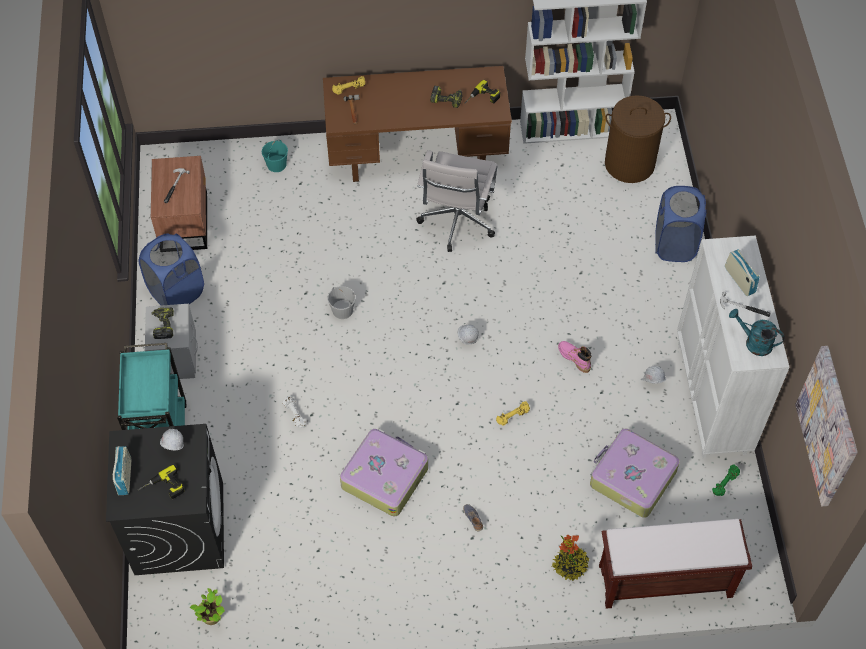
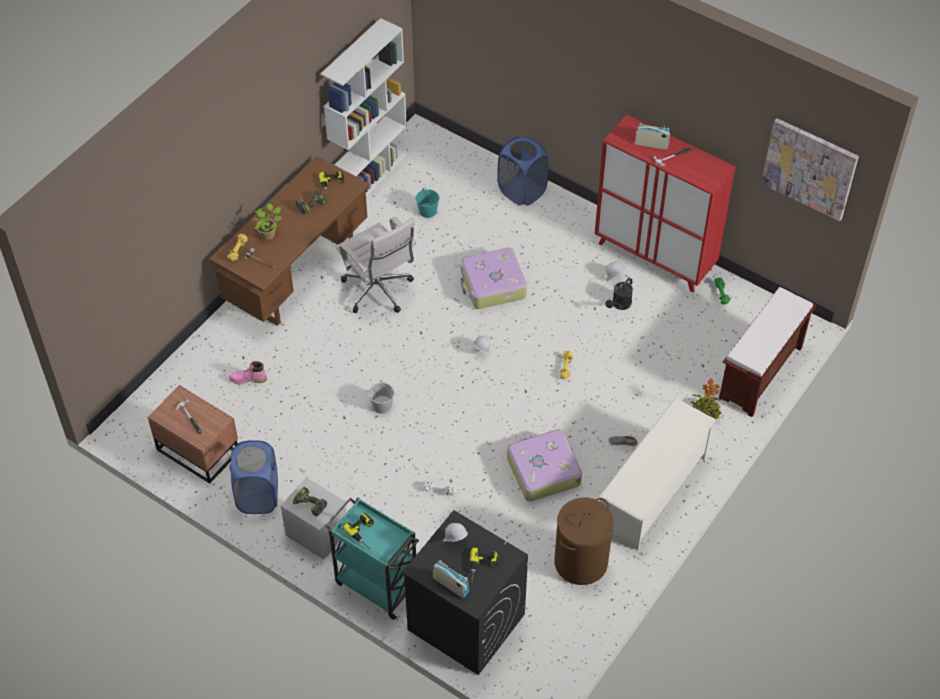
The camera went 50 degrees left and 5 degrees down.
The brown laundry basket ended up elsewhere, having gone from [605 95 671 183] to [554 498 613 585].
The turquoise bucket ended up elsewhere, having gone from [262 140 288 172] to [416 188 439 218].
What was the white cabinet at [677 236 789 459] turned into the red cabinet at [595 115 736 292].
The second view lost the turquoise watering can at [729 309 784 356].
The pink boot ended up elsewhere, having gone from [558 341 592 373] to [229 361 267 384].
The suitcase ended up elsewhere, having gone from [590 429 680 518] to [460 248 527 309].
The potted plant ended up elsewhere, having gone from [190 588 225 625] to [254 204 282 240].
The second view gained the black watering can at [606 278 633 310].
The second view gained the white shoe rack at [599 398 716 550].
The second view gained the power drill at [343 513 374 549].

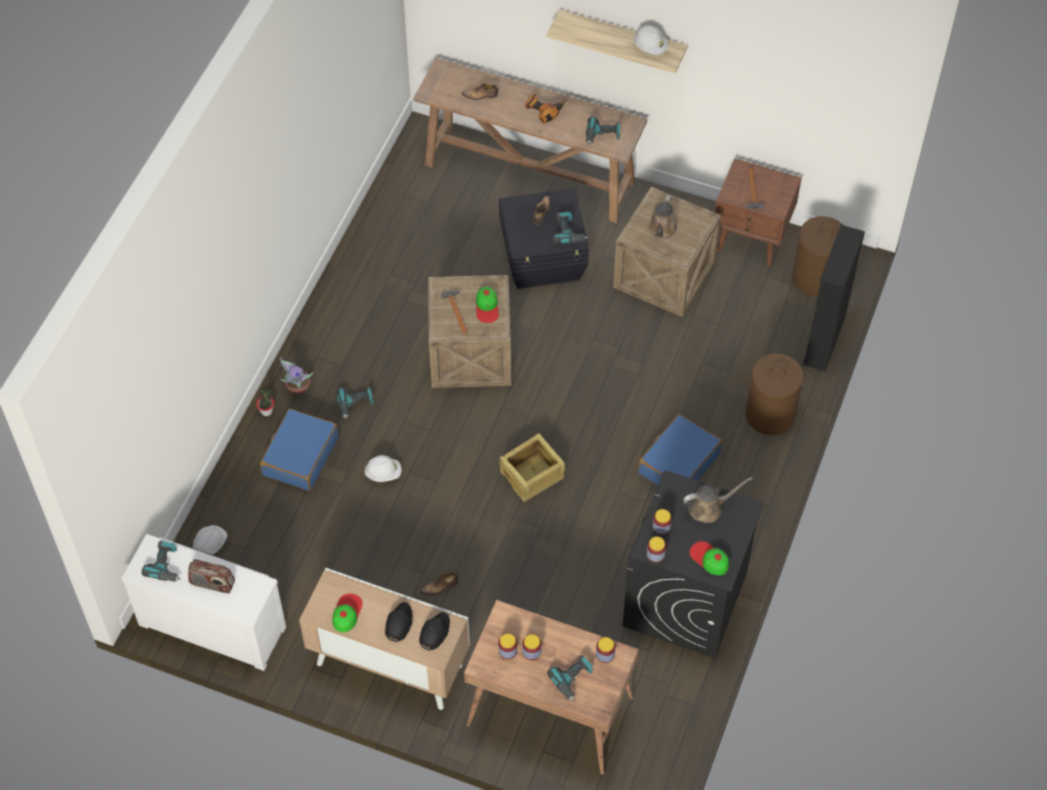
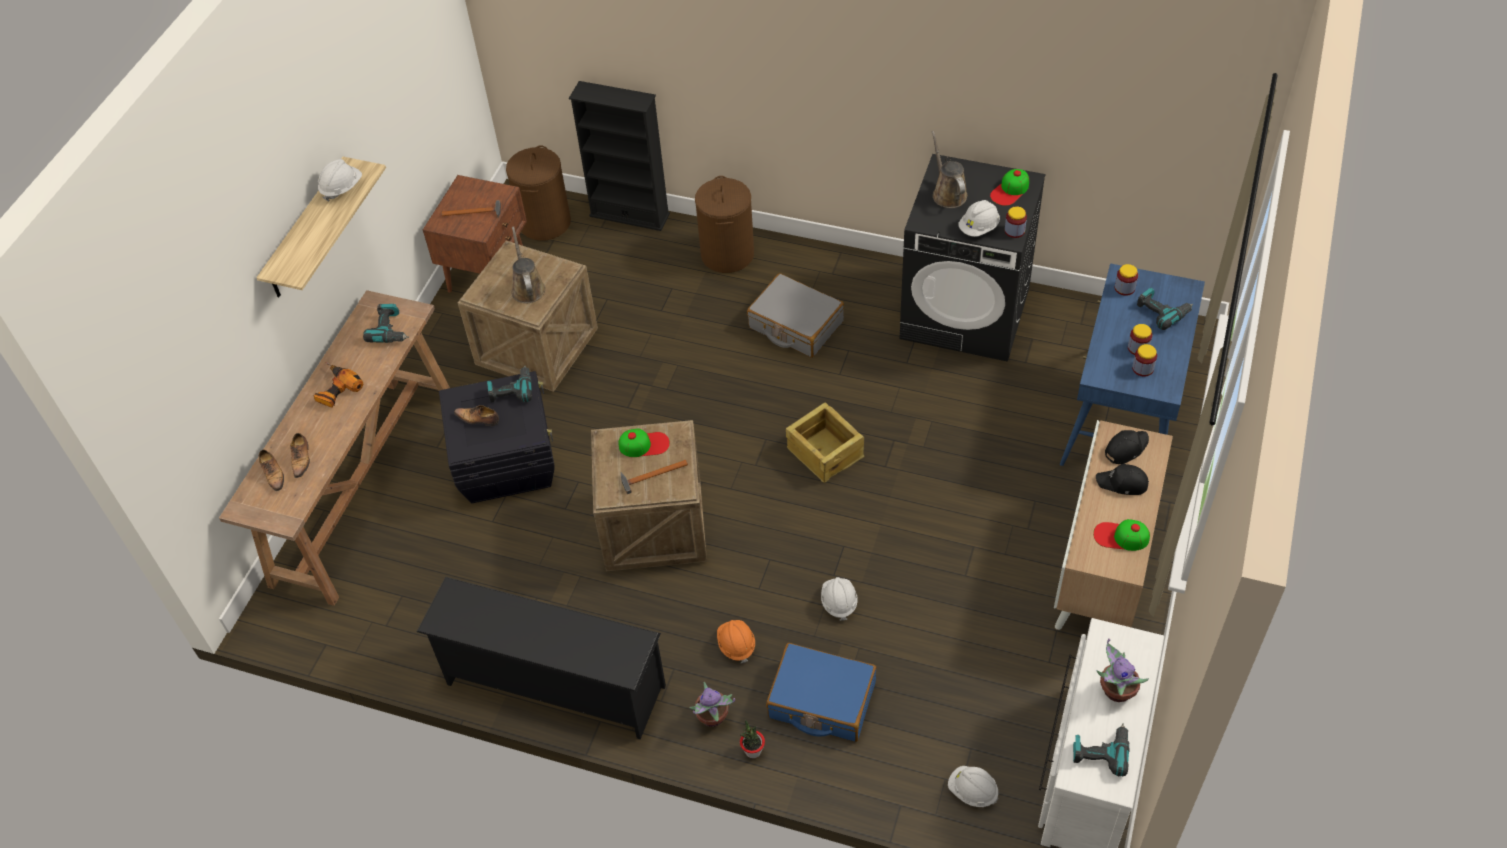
The camera went 90 degrees left and 5 degrees down.
The brown watering can at [649 195 677 239] ended up facing another way, 120 degrees counterclockwise from before.
Where the power drill stood at [336 387 374 419], the orange hard hat came to stand at [717 620 755 663].
What was the blue suitcase at [638 414 722 485] turned into the grey suitcase at [747 273 844 358].
Where the jar stood at [652 509 672 535], the white hard hat came to stand at [958 200 1000 237].
Where the radio stood at [188 559 235 593], the potted plant came to stand at [1096 639 1149 702].
The shoe ended up elsewhere, having gone from [420 573 458 595] to [259 450 284 491].
What was the brown desk at [464 600 638 775] turned into the blue desk at [1060 263 1205 466].
The black cap at [419 612 450 651] ended up facing another way, 120 degrees clockwise from before.
The second view gained the black shoe rack at [417 577 666 739].

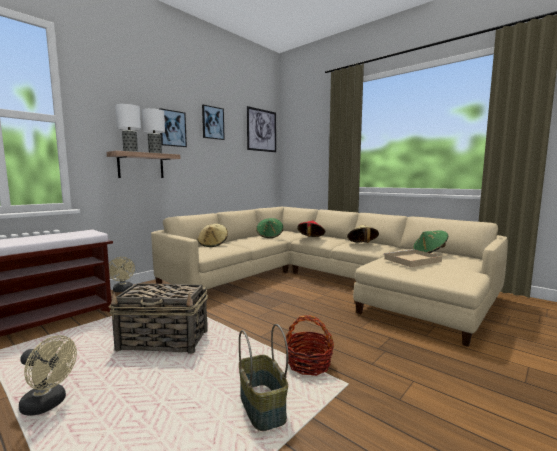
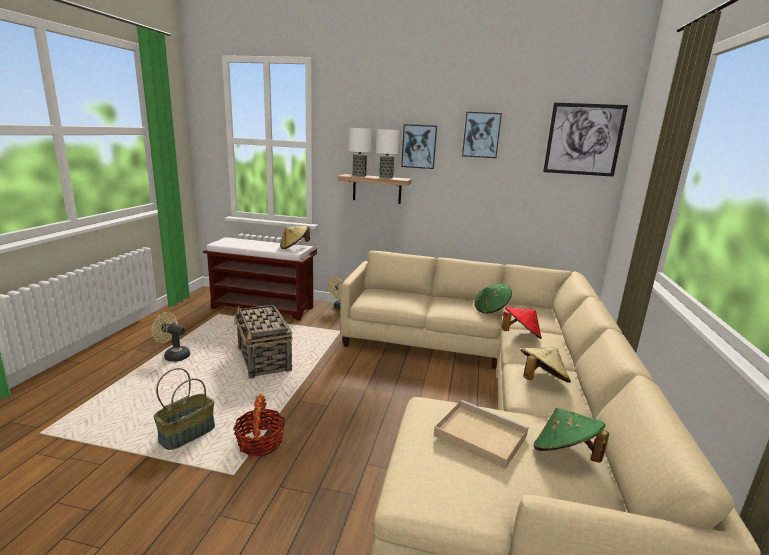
The camera went 60 degrees right and 10 degrees up.
The beige hat ended up elsewhere, having gone from [197 224 228 247] to [280 226 310 249].
The beige fan at [19 335 77 416] ended up facing another way, 120 degrees clockwise from before.

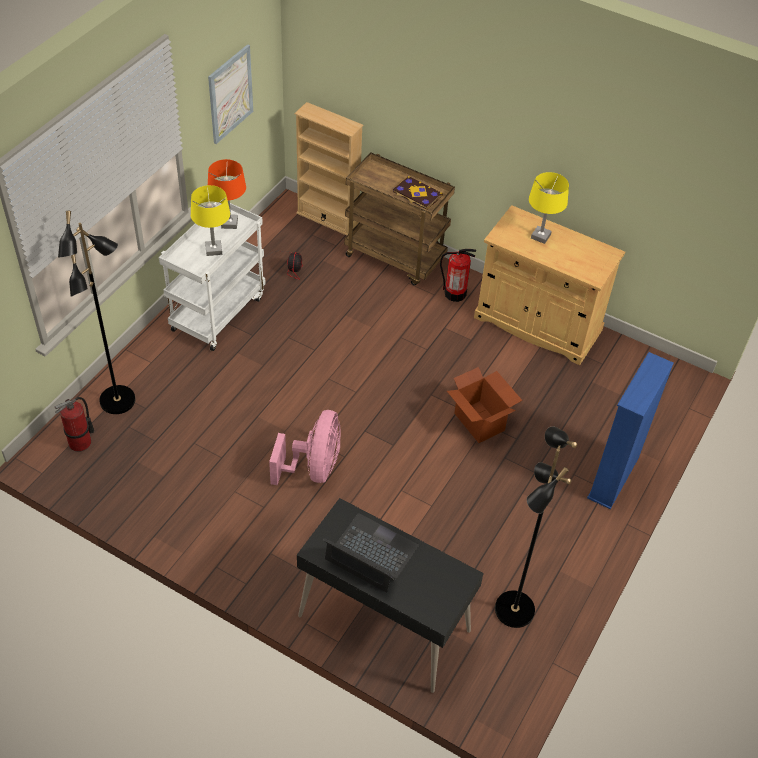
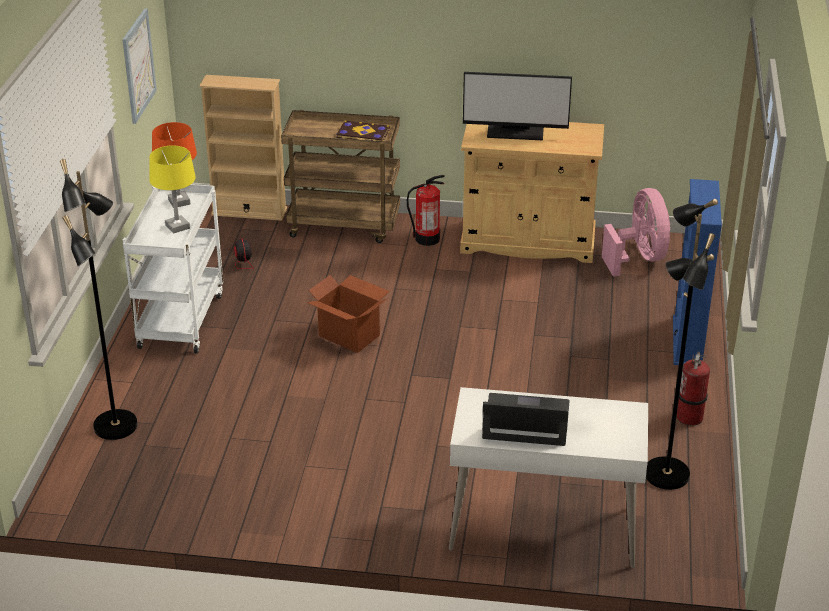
The camera went 20 degrees left and 15 degrees down.
Where the yellow table lamp stood at [529 172 569 244], the monitor came to stand at [463 72 572 141].
The cardboard box ended up elsewhere, having gone from [447 367 522 443] to [307 275 390 353].
The fire extinguisher ended up elsewhere, having gone from [55 397 94 452] to [677 351 710 426].
The pink fan ended up elsewhere, having gone from [269 410 341 485] to [602 188 671 277].
What was the black desk at [297 498 484 693] turned into the white desk at [449 387 648 568].

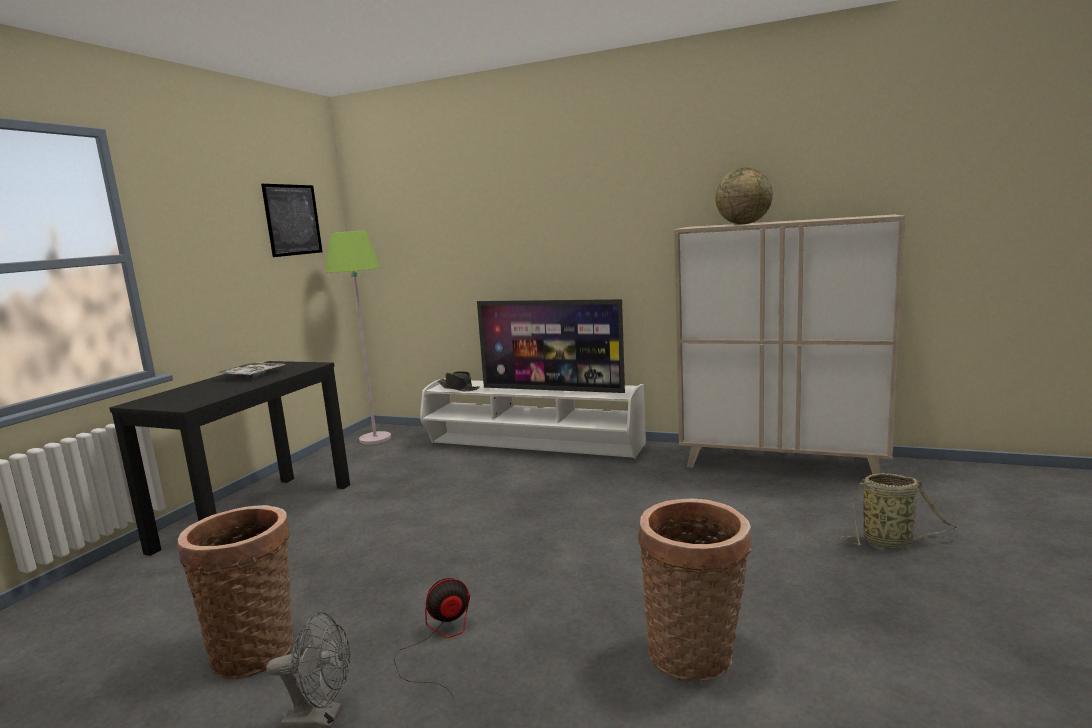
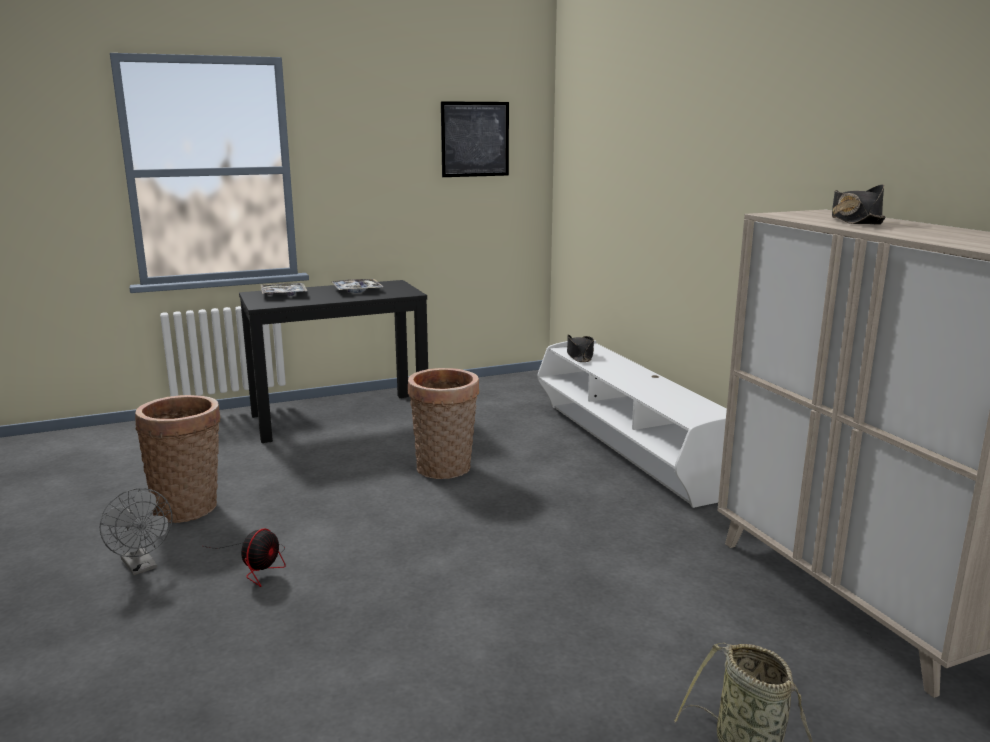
The camera went 45 degrees right and 5 degrees up.
Where the globe stood at [715 167 773 224], the black hat came to stand at [832 184 886 225].
The second view lost the green floor lamp at [326 230 391 444].
The second view lost the television at [477 299 625 393].
The basket ended up elsewhere, having gone from [638 498 752 681] to [408 368 479 479].
The fan at [394 578 470 701] ended up facing another way, 90 degrees clockwise from before.
The second view gained the tray at [261 283 307 296].

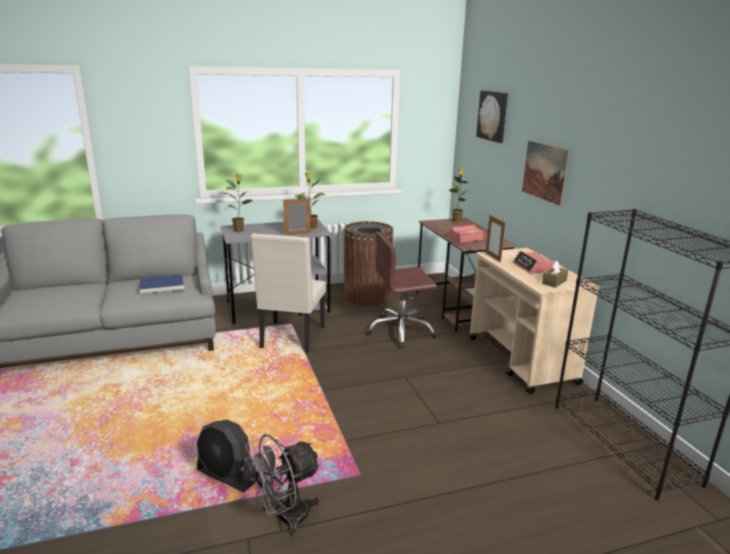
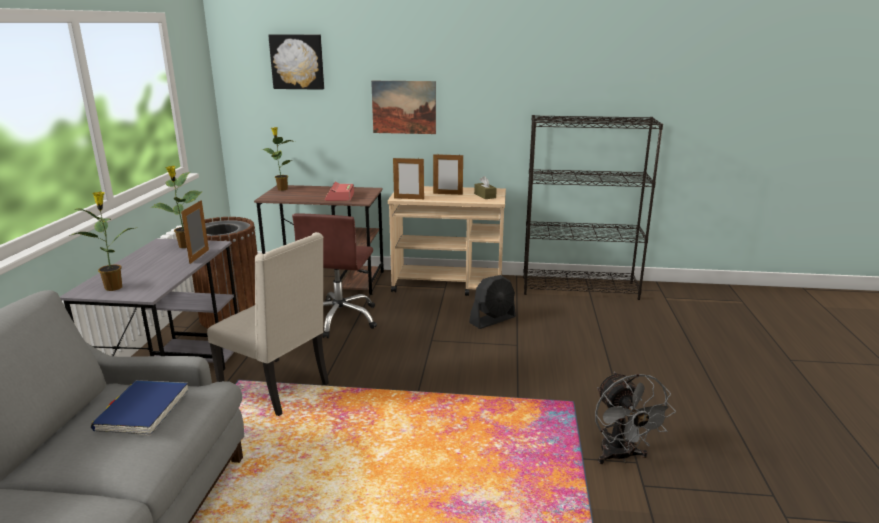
The camera went 65 degrees left and 0 degrees up.
Where the alarm clock stood at [513 251 554 274], the picture frame came to stand at [433 154 463 195].
The black fan ended up elsewhere, having gone from [196 420 256 492] to [469 275 516 329].

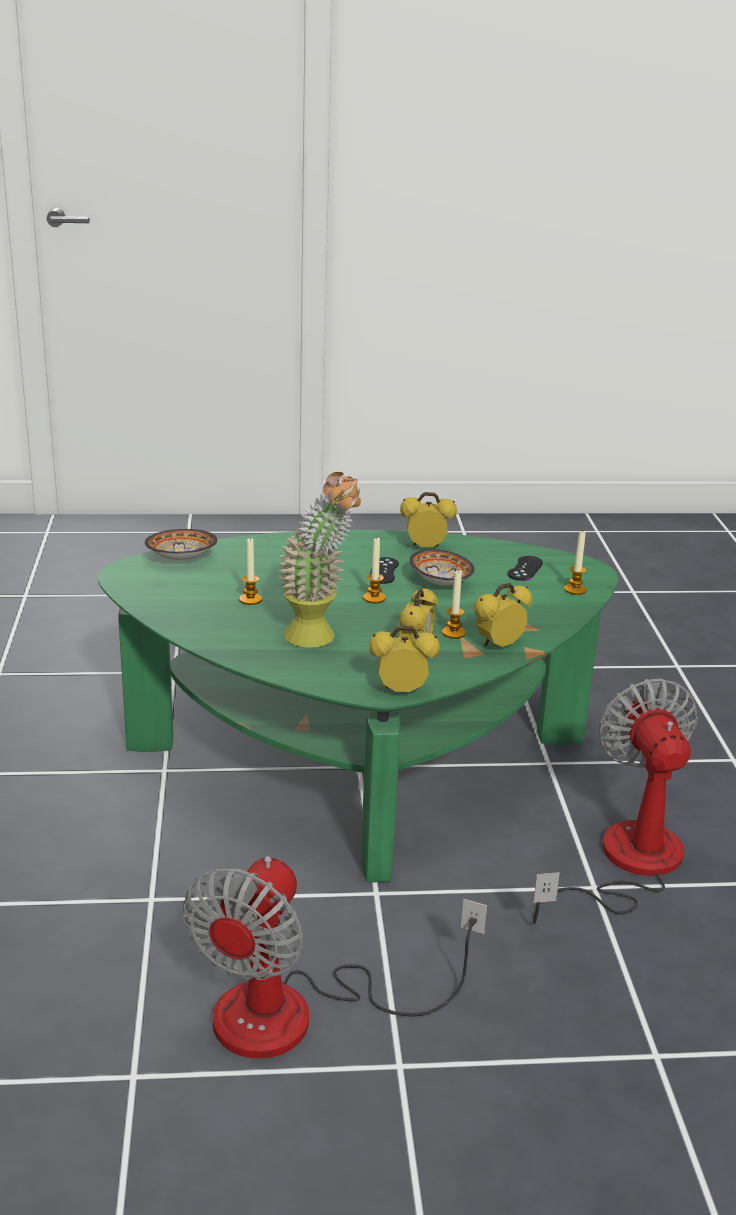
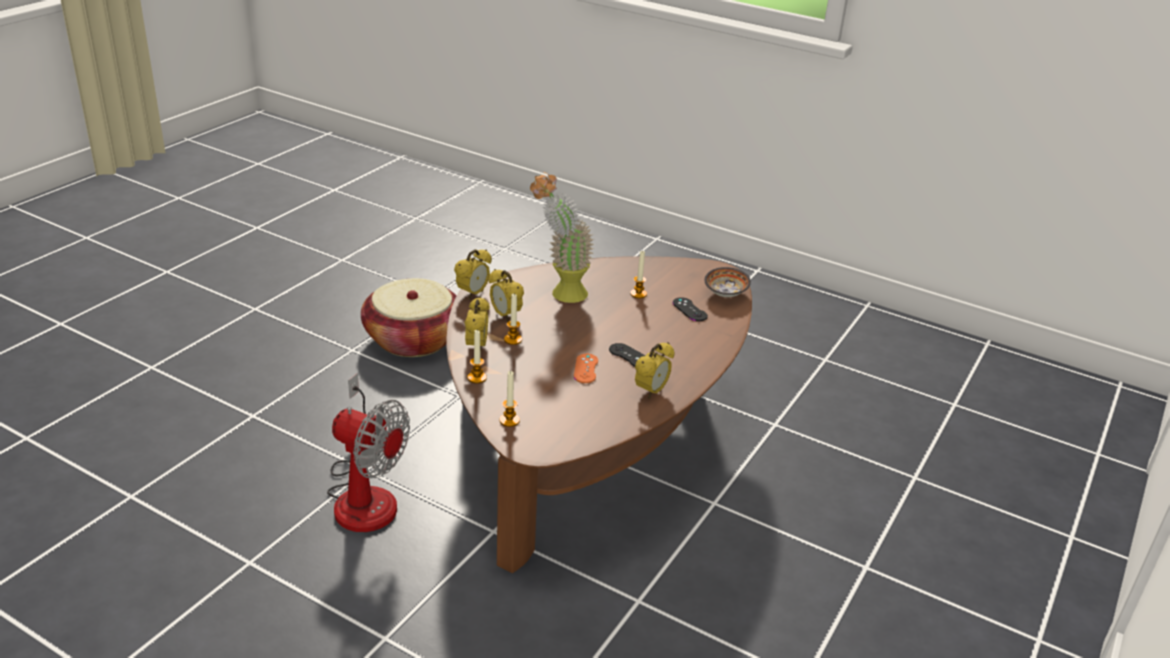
The camera went 125 degrees right and 5 degrees up.
What was the green coffee table at [98 530 618 883] turned into the brown coffee table at [447 256 752 573].
The candle ended up elsewhere, having gone from [363 538 386 603] to [467 330 487 384].
Where the bowl stood at [410 549 474 585], the orange game controller came to stand at [574 354 598 383].
The black game controller ended up elsewhere, having gone from [508 556 543 581] to [673 297 708 321].
Where the fan stood at [183 856 487 1058], the basket came to stand at [361 278 456 357].

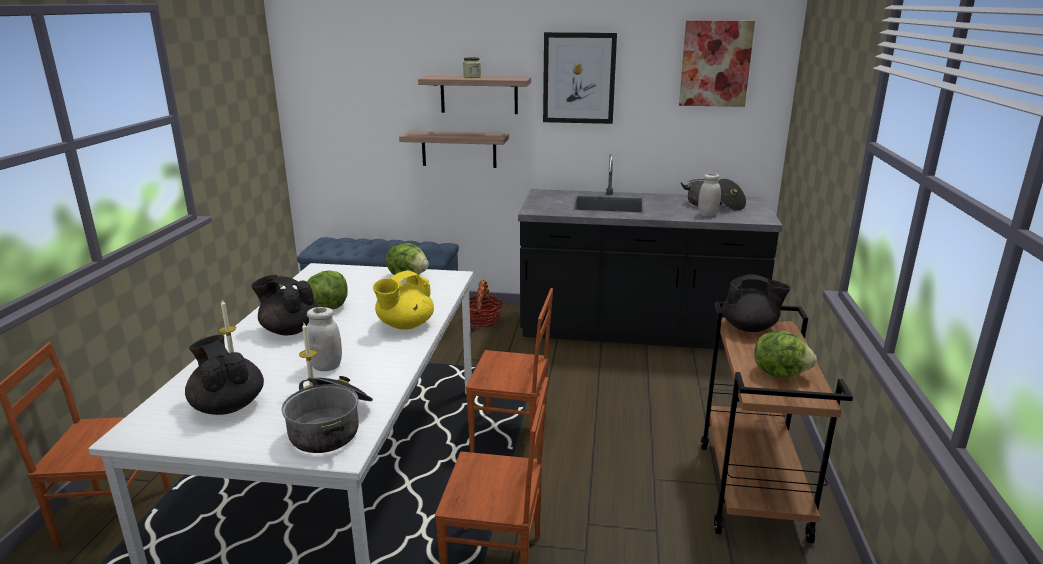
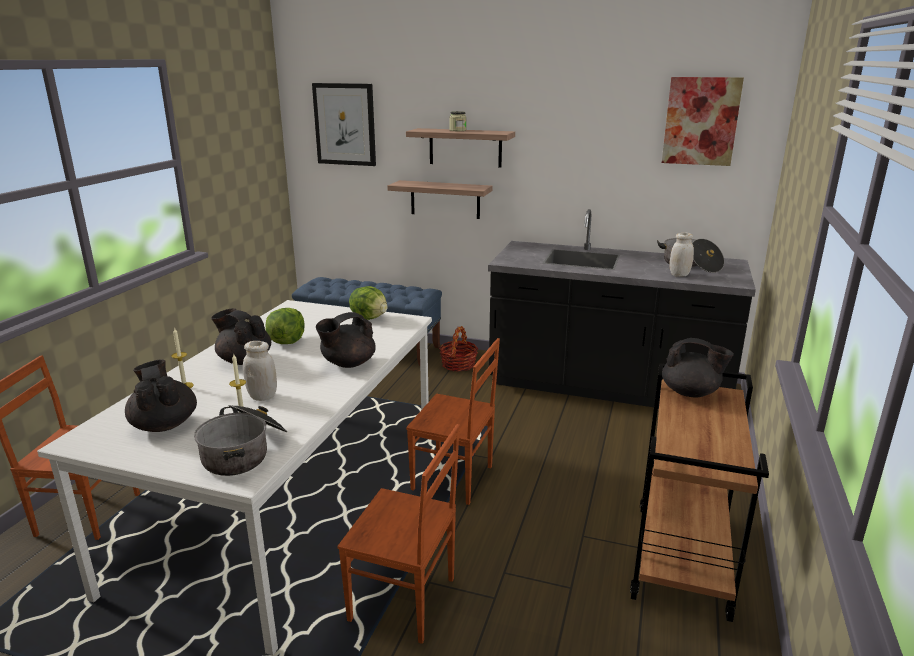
The camera went 10 degrees right and 0 degrees up.
The picture ended up elsewhere, having gone from [543 32 617 124] to [312 83 376 166].
What was the yellow teapot at [373 270 434 330] turned into the black teapot at [316 312 376 368].
The second view lost the lettuce at [755 331 817 378].

